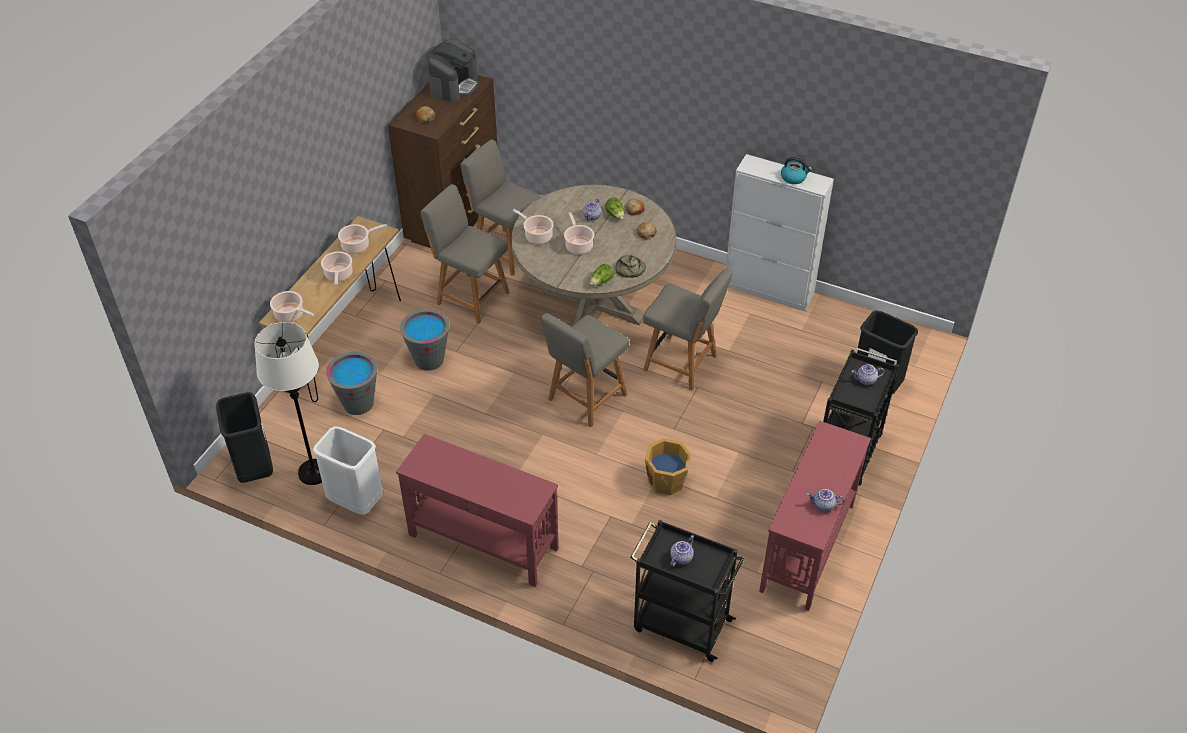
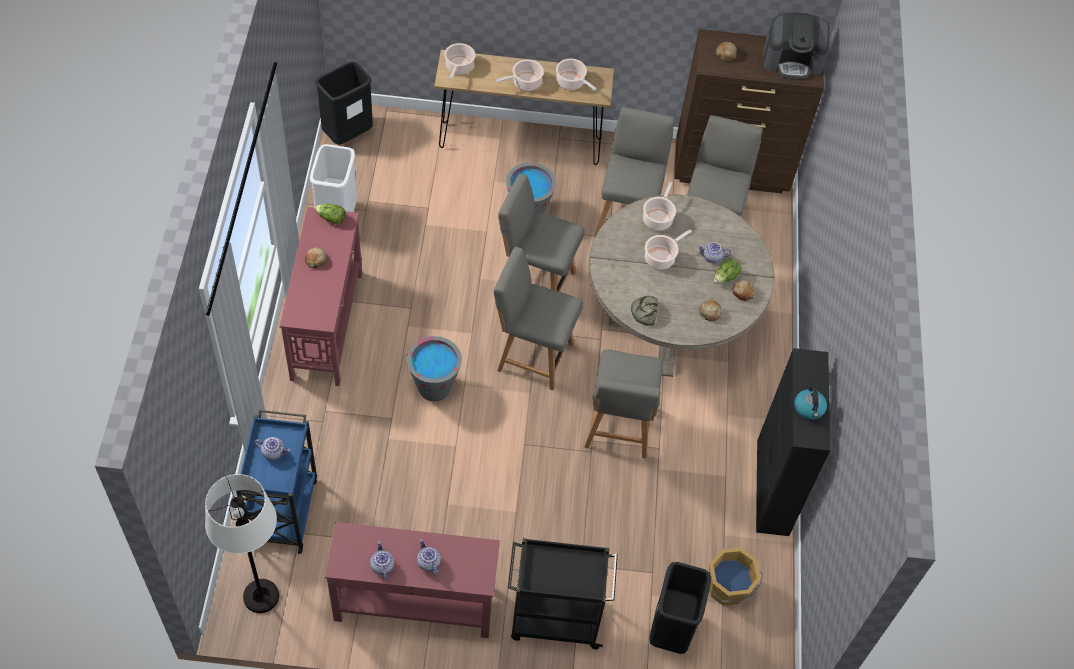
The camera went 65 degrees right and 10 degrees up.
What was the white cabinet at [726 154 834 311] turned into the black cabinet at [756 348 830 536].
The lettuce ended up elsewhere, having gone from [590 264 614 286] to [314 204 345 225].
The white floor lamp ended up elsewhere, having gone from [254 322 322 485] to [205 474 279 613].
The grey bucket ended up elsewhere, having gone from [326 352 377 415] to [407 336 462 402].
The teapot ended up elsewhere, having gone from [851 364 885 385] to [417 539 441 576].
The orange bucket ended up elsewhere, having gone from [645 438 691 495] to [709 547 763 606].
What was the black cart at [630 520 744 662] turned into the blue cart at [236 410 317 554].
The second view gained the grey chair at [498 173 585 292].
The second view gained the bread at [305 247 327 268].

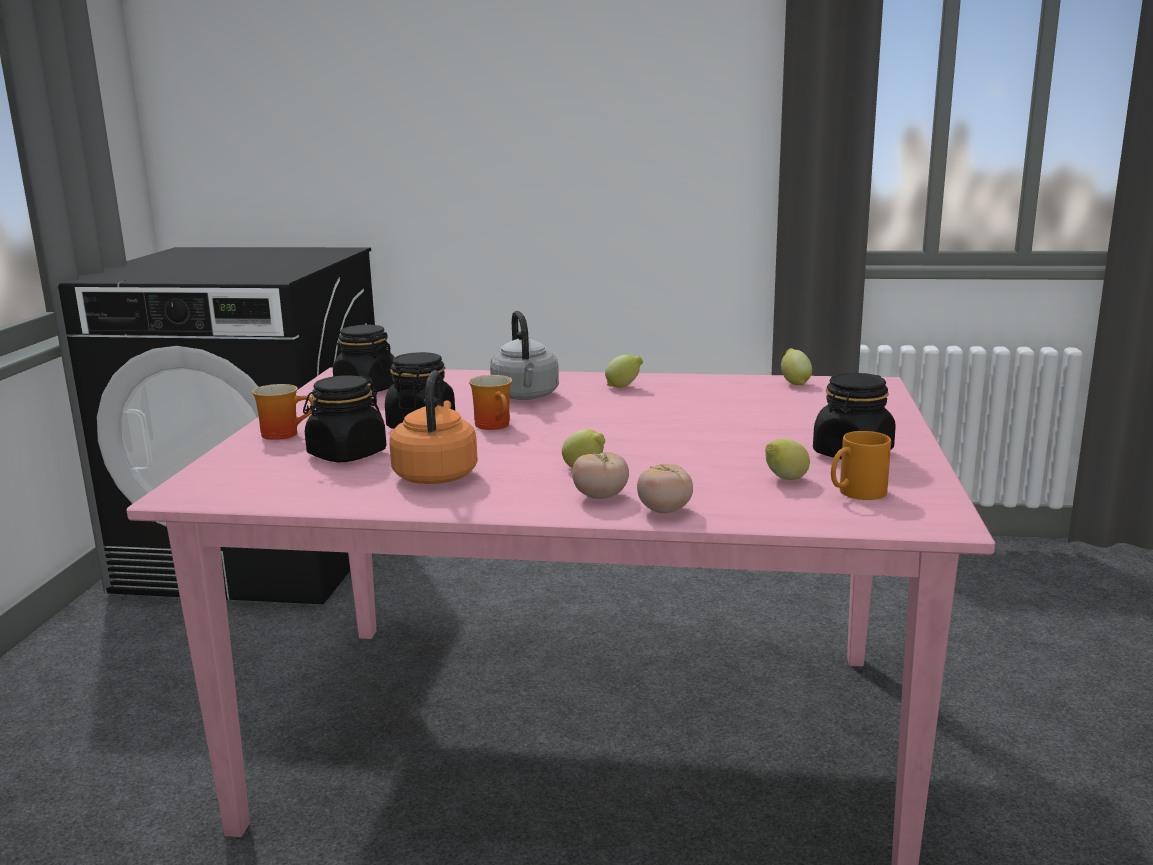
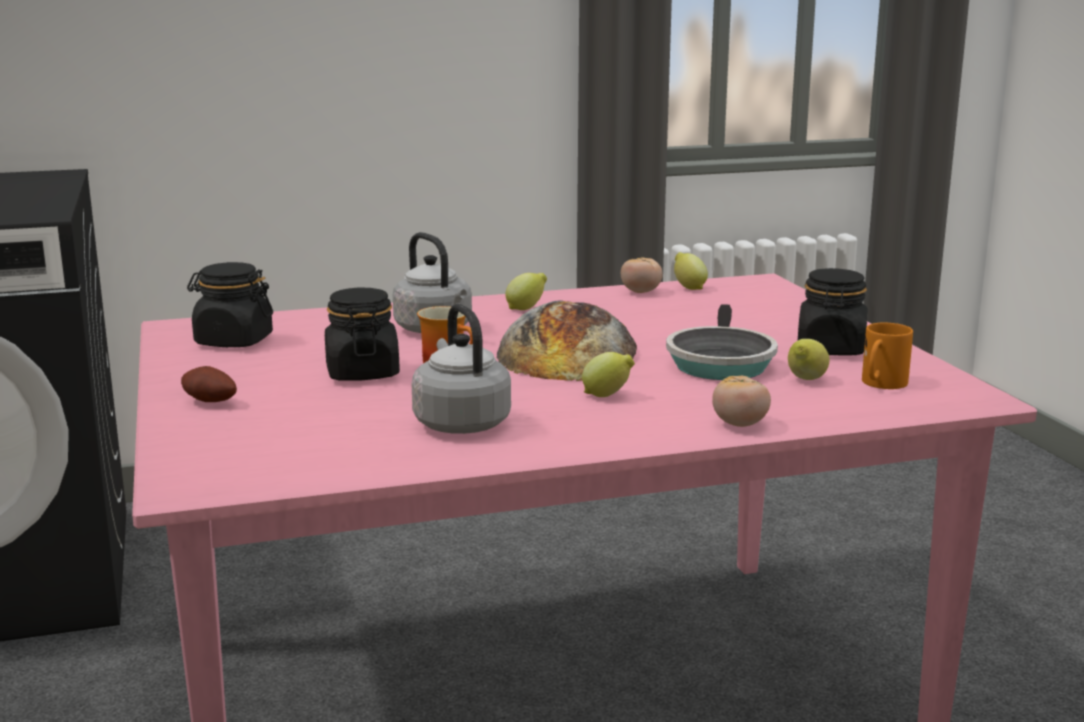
The camera went 25 degrees left and 0 degrees up.
What was the orange kettle at [389 371 478 484] turned into the grey kettle at [411 304 511 434].
The second view lost the black jar at [303 375 386 463].
Where the mug stood at [252 384 314 440], the potato came to stand at [181 366 237 402].
The tomato ended up elsewhere, having gone from [572 452 629 499] to [621 257 663 293].
The second view gained the bread at [497 300 637 381].
The second view gained the frying pan at [666 304 778 380].

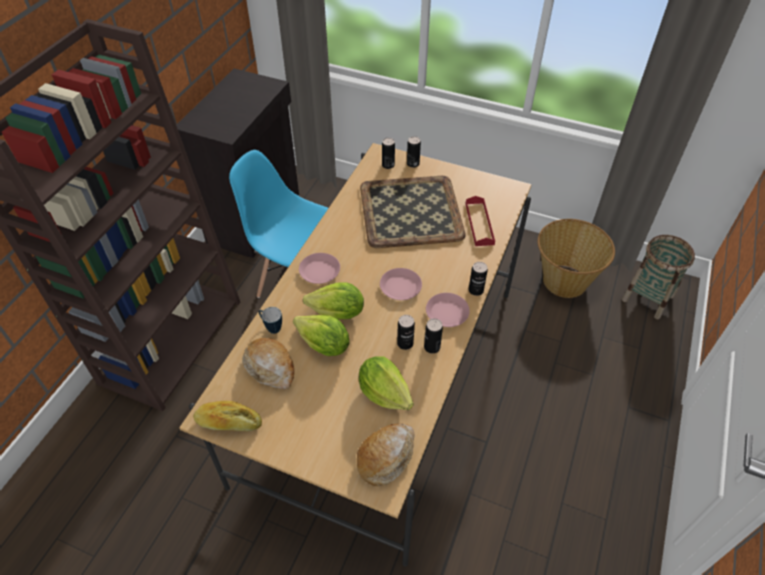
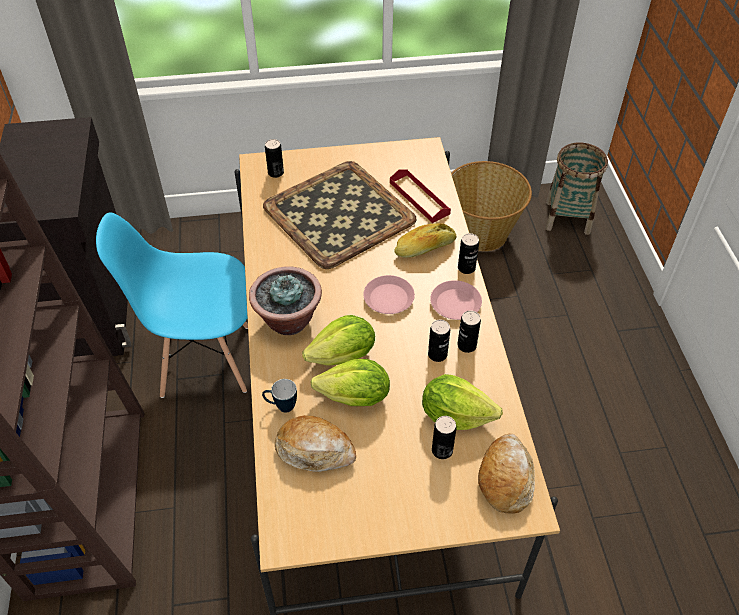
The camera went 30 degrees left and 0 degrees up.
The can ended up elsewhere, having gone from [407 136 421 168] to [432 416 456 459].
Where the pink plate stood at [299 253 340 284], the potted plant came to stand at [249 266 322 335].
The bread ended up elsewhere, having gone from [193 401 262 431] to [394 223 456 258].

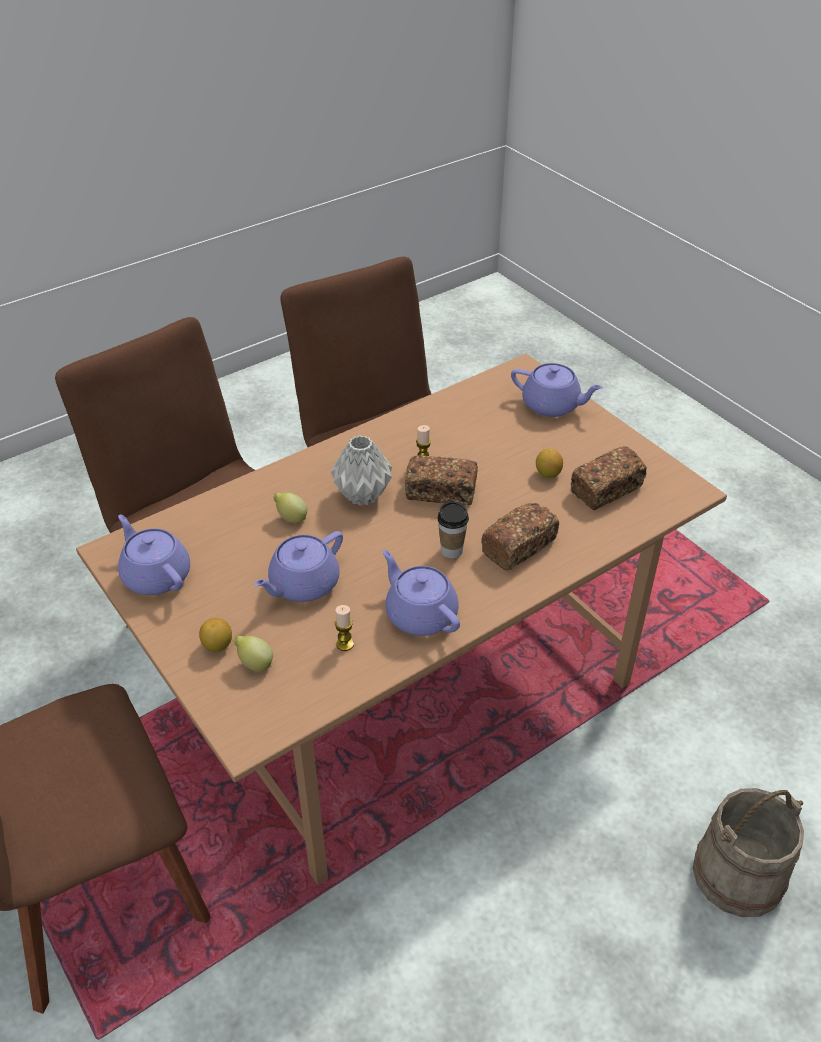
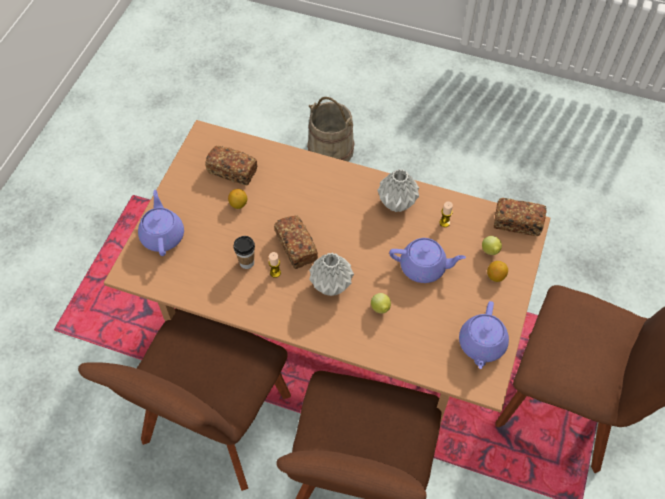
The camera went 125 degrees left and 15 degrees up.
The cup ended up elsewhere, having gone from [437 501 469 559] to [233 236 255 269].
The bread ended up elsewhere, having gone from [481 503 559 571] to [494 198 547 236].
Where the purple teapot stood at [382 550 460 636], the grey vase came to stand at [377 169 419 212].

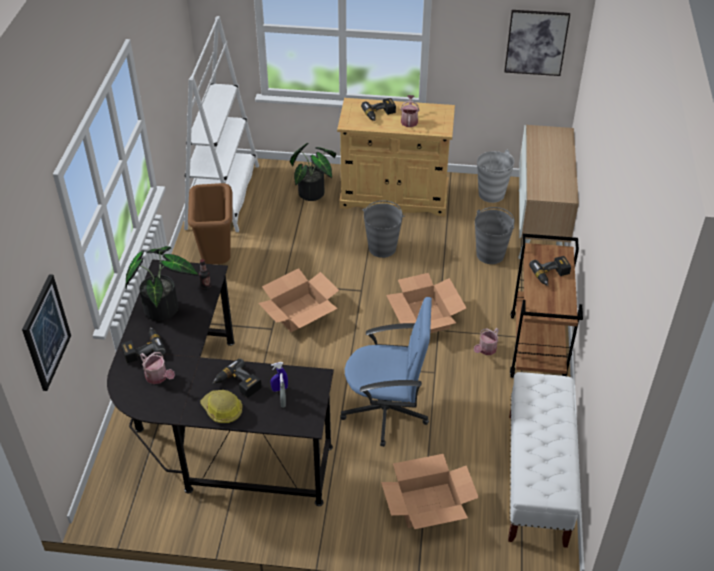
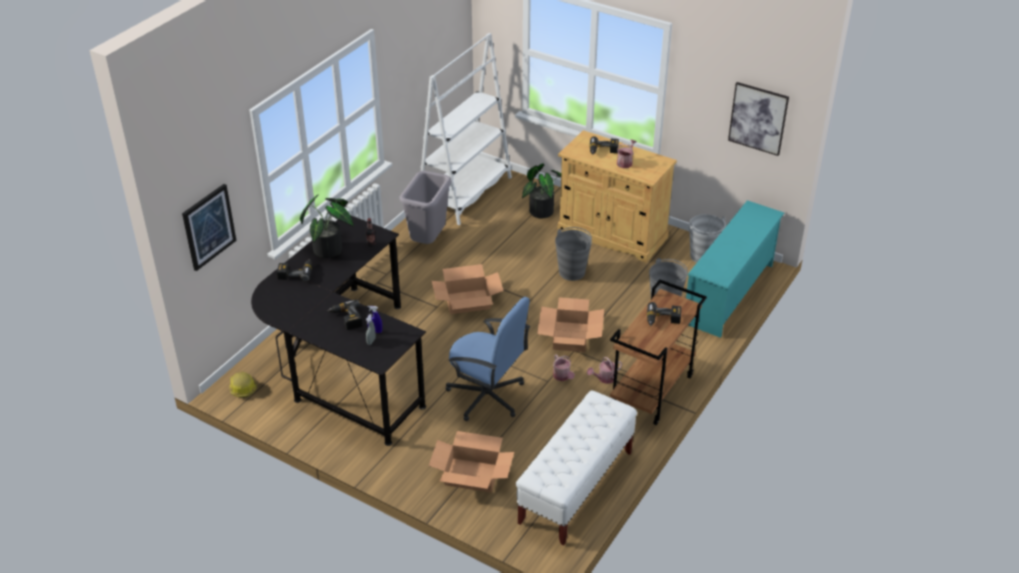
The camera went 25 degrees right and 5 degrees down.
Where the cabinet stood at [518 125 579 259], the turquoise shoe rack came to stand at [686 200 784 338].
What was the brown trash can at [188 183 233 264] turned into the grey trash can at [399 171 452 244].
The watering can ended up elsewhere, having gone from [140 352 175 384] to [553 354 575 381].
The hard hat ended up elsewhere, having gone from [200 390 242 423] to [229 371 257 398].

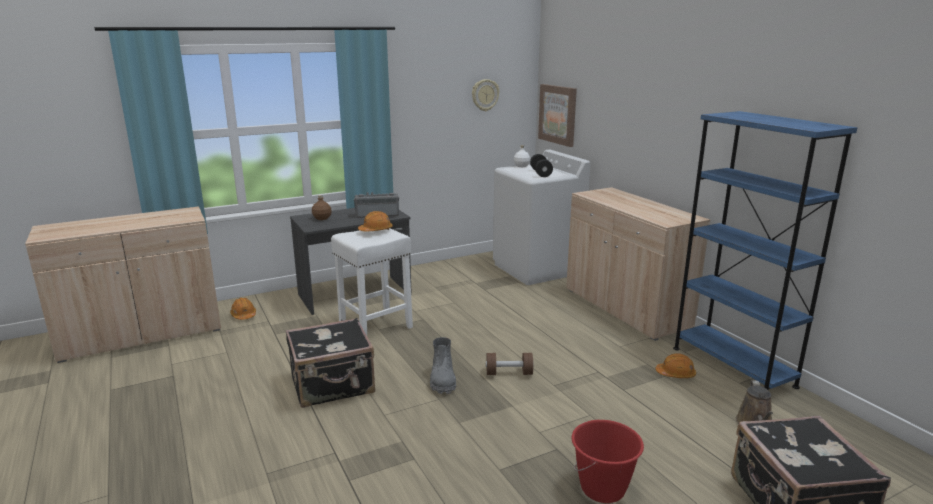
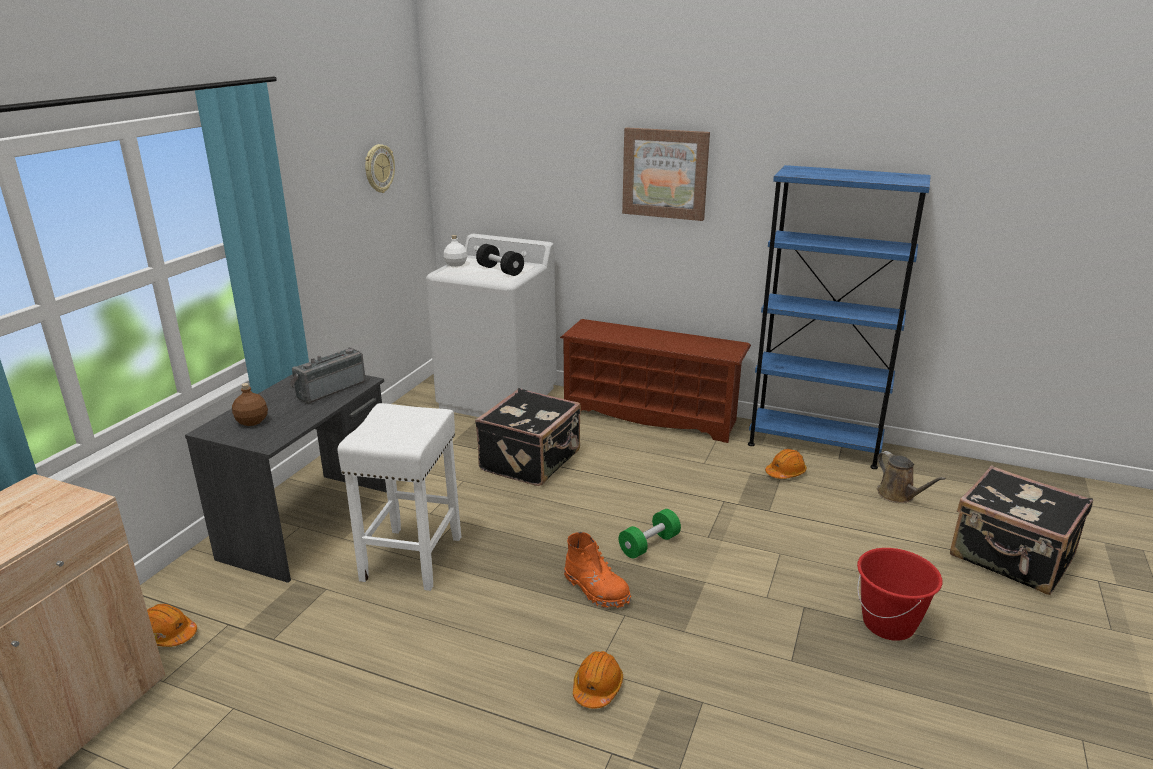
The camera went 40 degrees left and 5 degrees up.
The picture ended up elsewhere, having gone from [538 84 577 147] to [622 127 710 221].
Where the beige cabinet stood at [566 187 710 341], the brown shoe rack came to stand at [560 319 751 443].
The orange hard hat ended up elsewhere, having gone from [358 211 392 231] to [573 651 623 709].
The black suitcase ended up elsewhere, having gone from [286 318 375 408] to [475 388 581 486].
What was the grey boot at [430 337 456 394] turned into the orange boot at [564 532 631 609].
What was the brown dumbbell at [486 353 534 375] turned into the green dumbbell at [619 509 681 558].

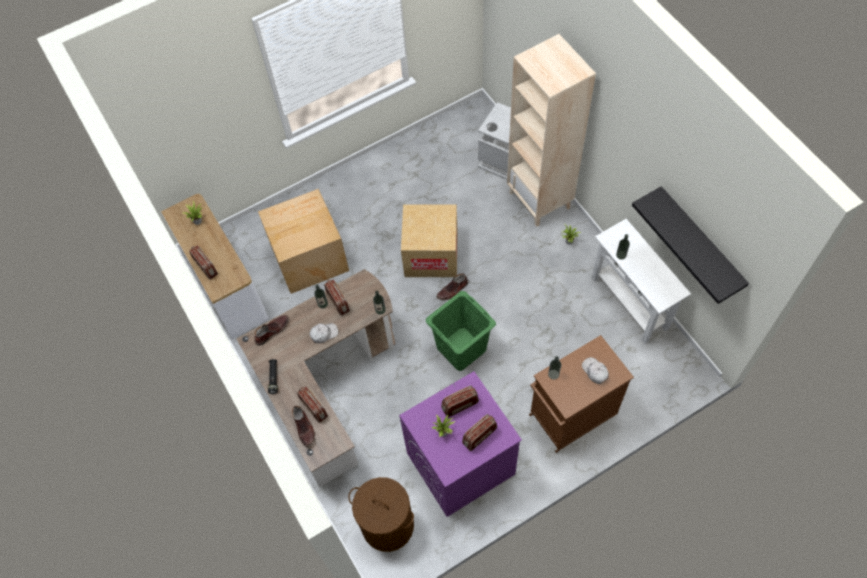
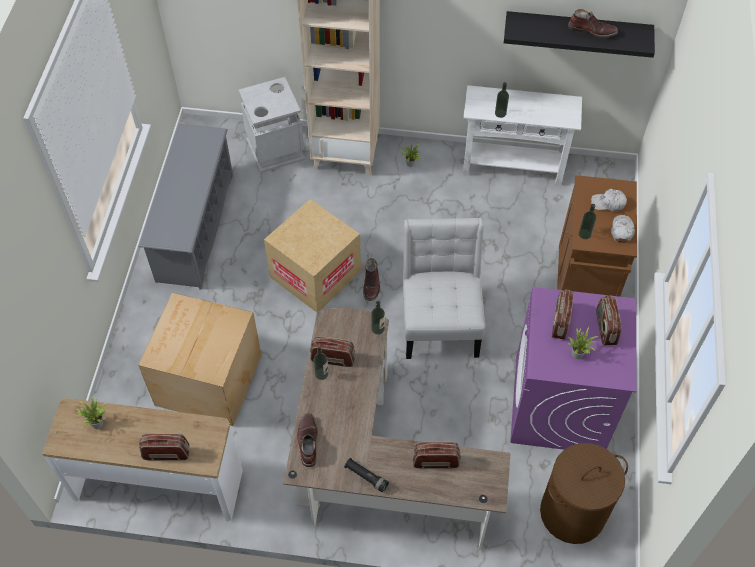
The camera went 55 degrees left and 5 degrees down.
Where the green laundry basket stood at [426 291 496 371], the white chair came to stand at [403 218 485 359].
The white cap ended up elsewhere, having gone from [309 323 338 343] to [611 215 635 243].
The brown boot ended up elsewhere, having gone from [292 406 315 447] to [568 9 618 38].
The second view gained the grey shoe rack at [138 124 233 290].

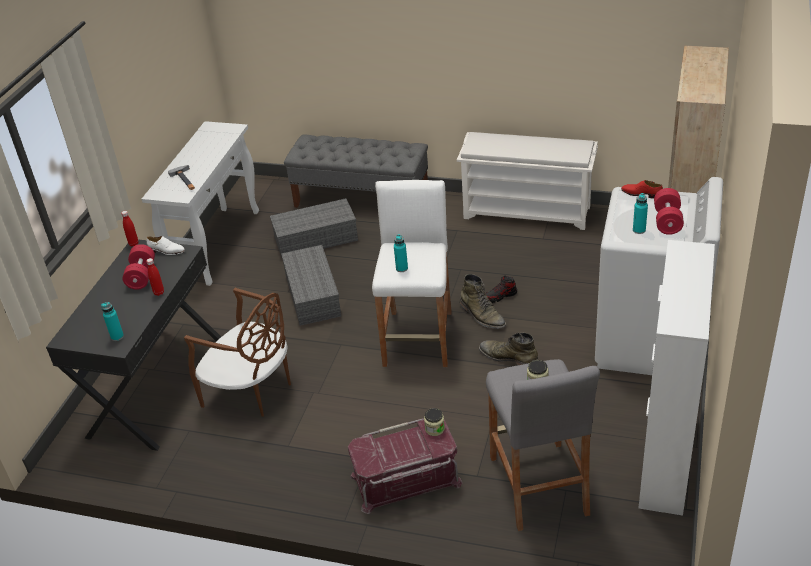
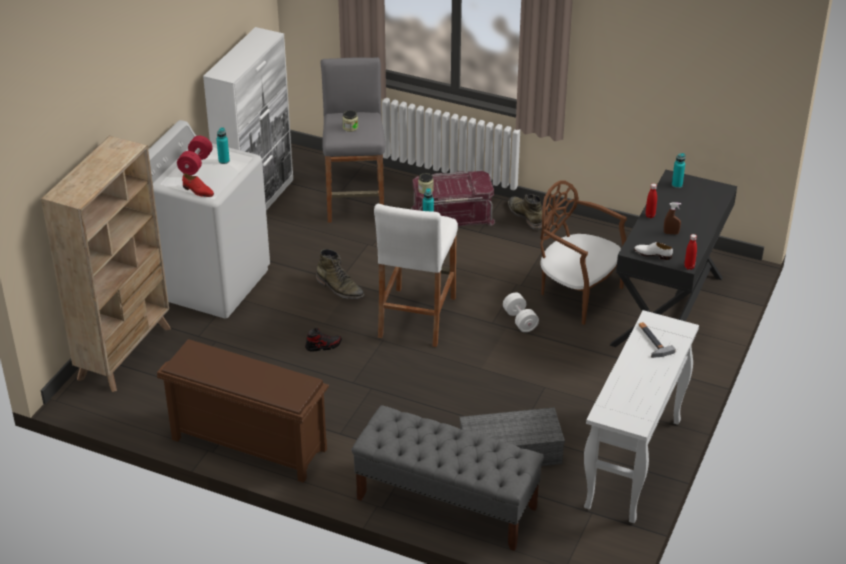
The camera went 175 degrees left and 0 degrees up.
What was the white shoe rack at [457 132 598 230] turned into the brown shoe rack at [157 339 329 483].
Where the red dumbbell stood at [123 244 155 290], the brown spray bottle came to stand at [664 202 681 234].
The second view lost the grey storage box at [281 245 341 326].
The green boot ended up elsewhere, having gone from [460 274 506 329] to [508 194 542 229].
The second view gained the white dumbbell at [503 293 539 332].

